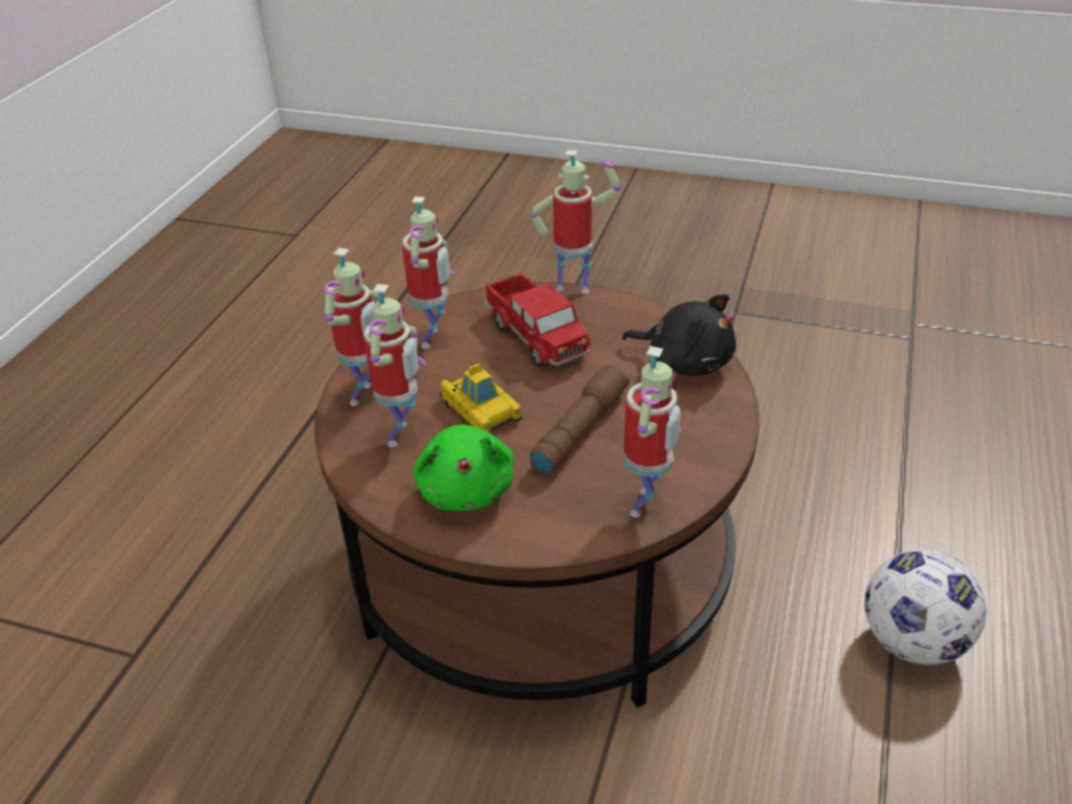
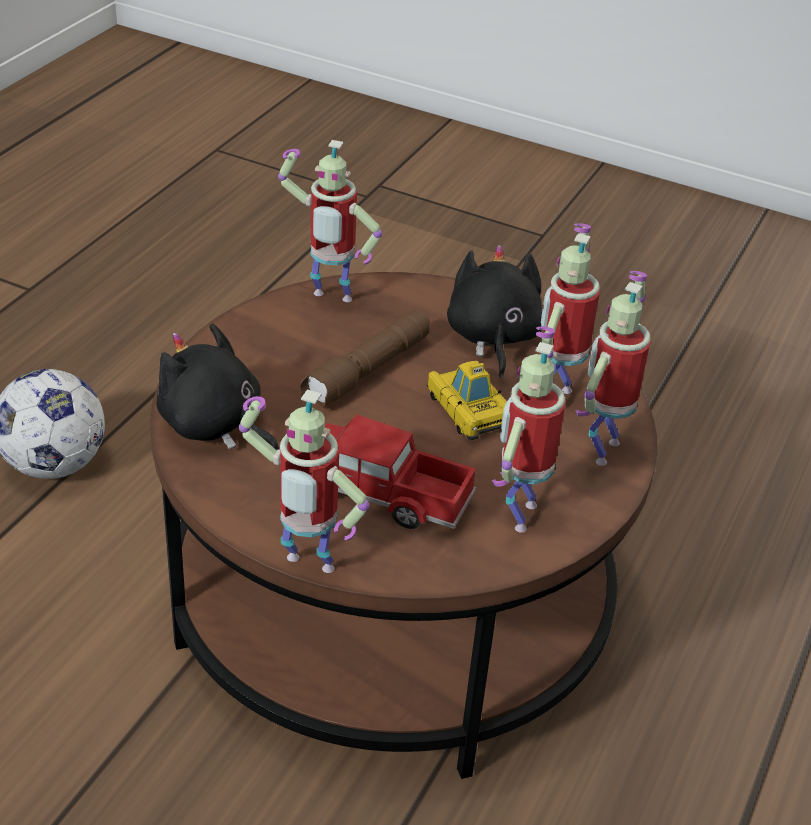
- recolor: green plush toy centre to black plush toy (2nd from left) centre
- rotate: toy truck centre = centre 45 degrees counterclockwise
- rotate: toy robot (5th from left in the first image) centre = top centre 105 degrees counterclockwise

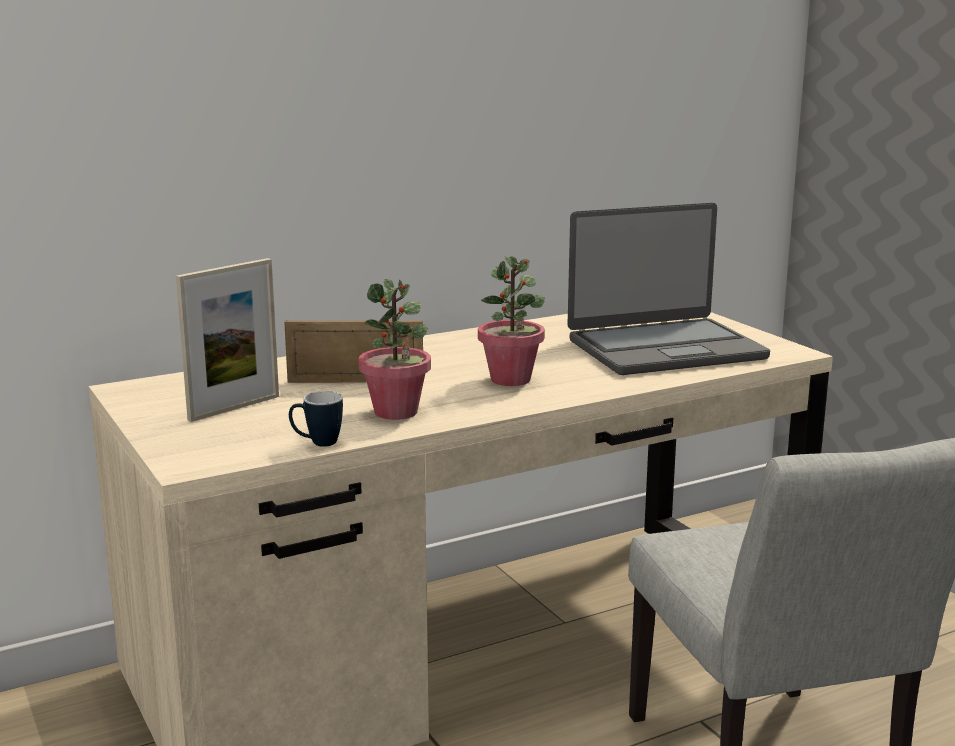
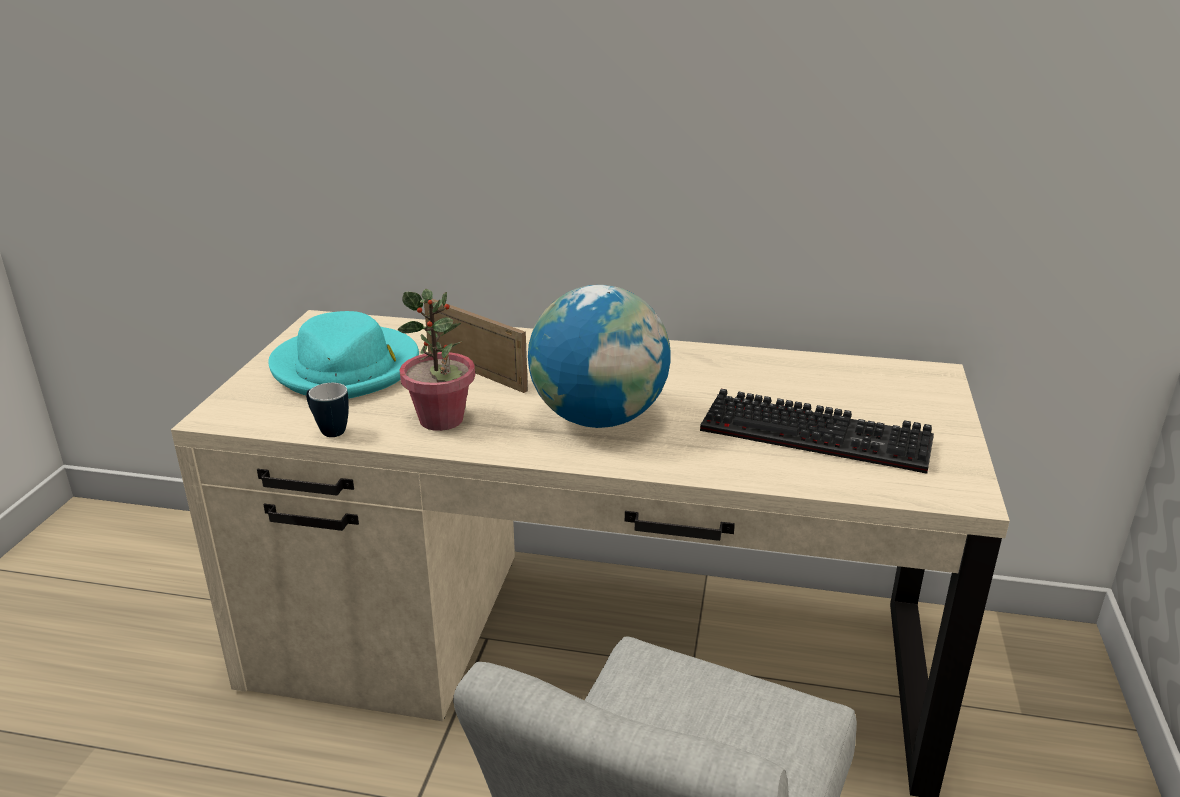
- replace: picture frame (1st from left) middle left to turquoise hat middle left
- replace: potted plant (2nd from left) centre to globe centre
- replace: laptop middle right to keyboard middle right

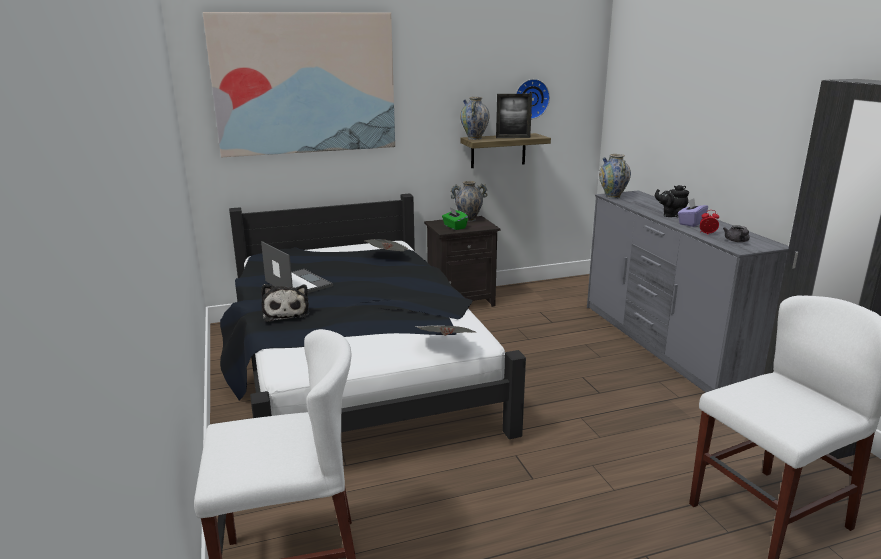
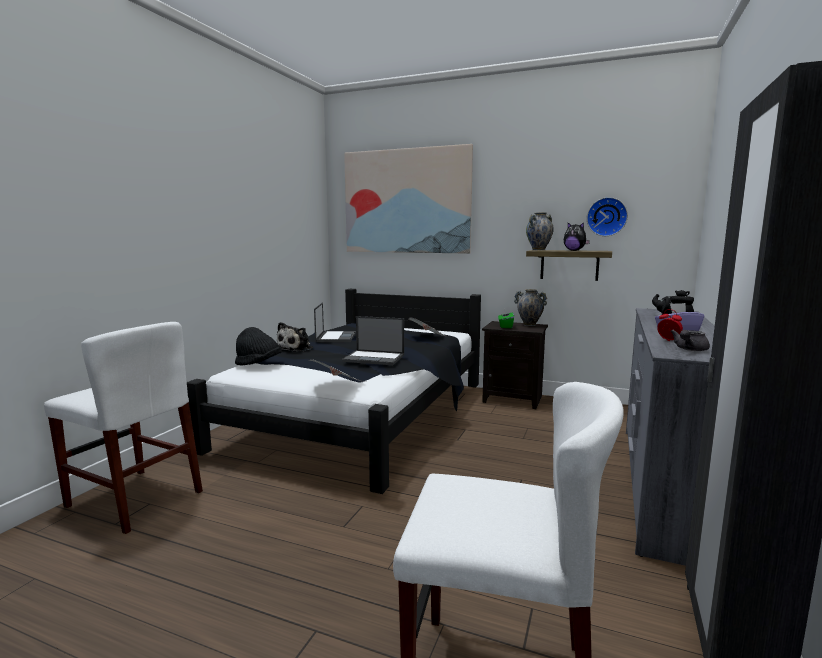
- delete: vase (3rd from left) top right
- insert: black hat middle left
- insert: laptop (2nd from left) centre
- replace: picture frame top centre to plush toy (2nd from left) middle right

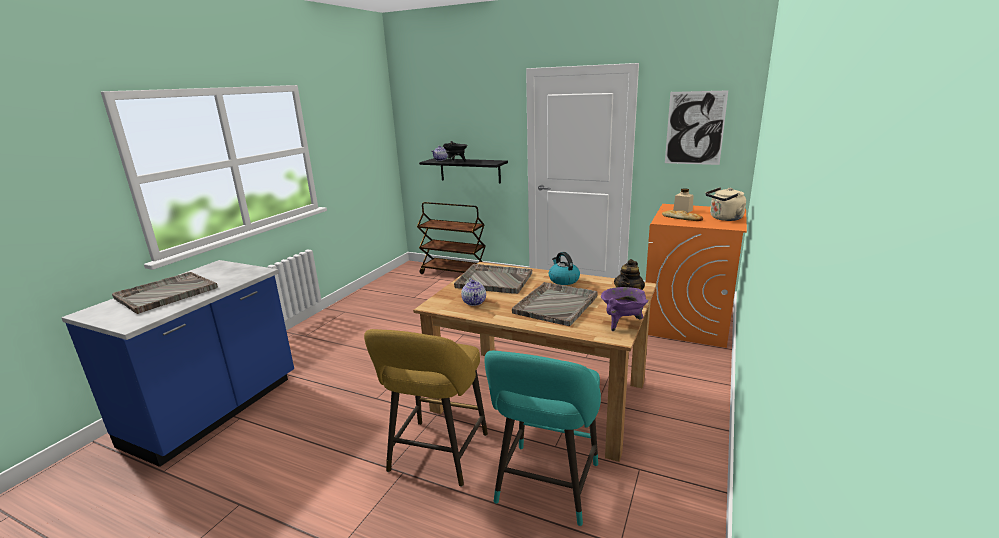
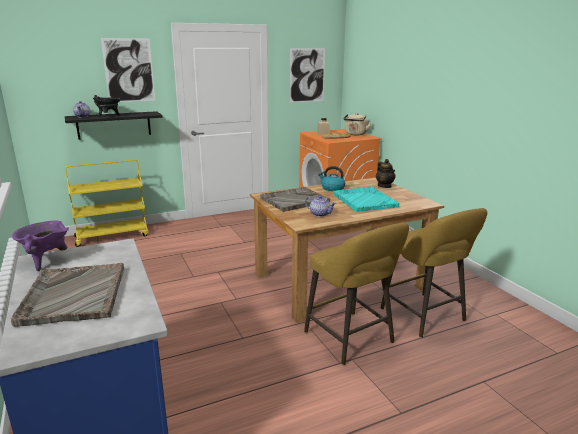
- insert: picture (1st from left) top left
- move: purple cooking pot centre to middle left
- recolor: brown cart centre to yellow cart middle left
- recolor: turquoise stool bottom centre to yellow stool (2nd from left) middle right
- recolor: grey tray (3rd from left) centre to turquoise tray centre

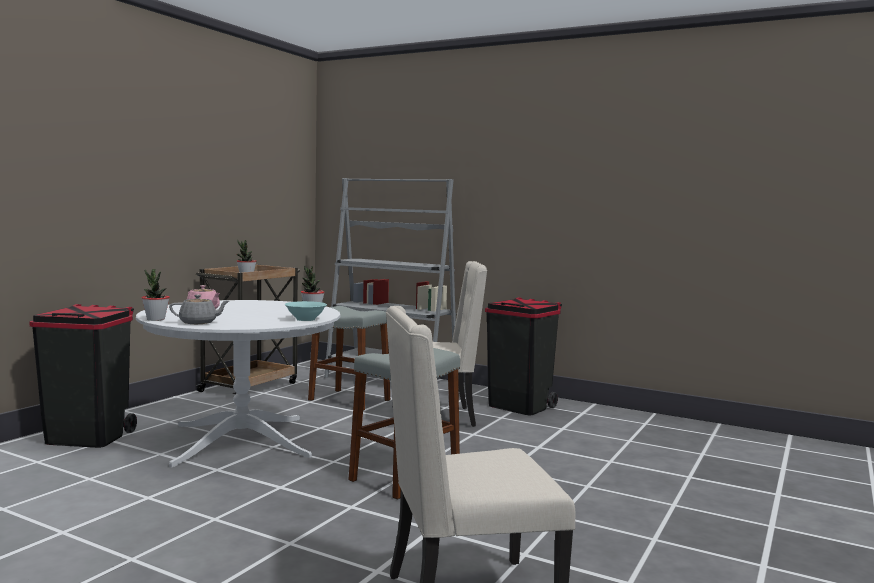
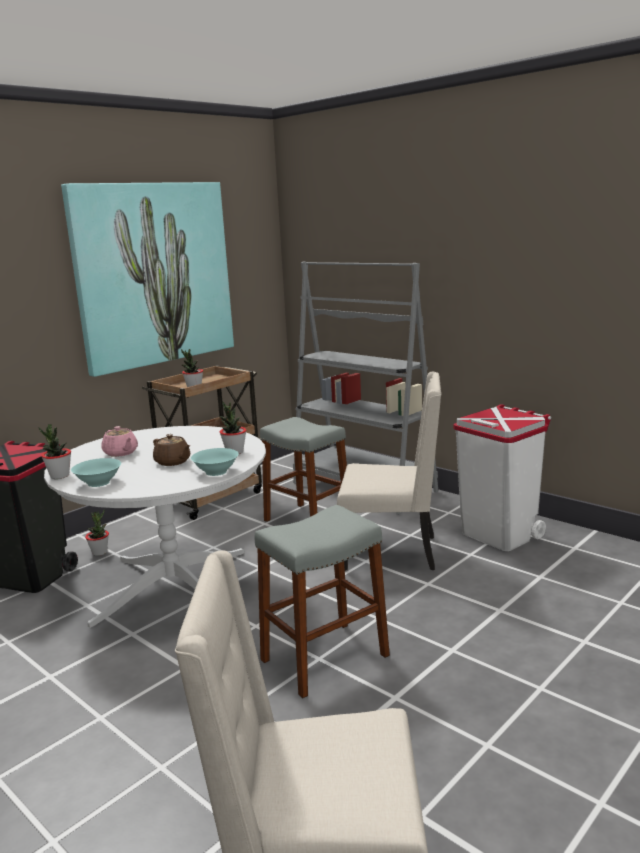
- insert: picture top left
- insert: potted plant (2nd from left) middle left
- insert: brown teapot middle left
- replace: grey teapot middle left to turquoise bowl (1st from left) middle left
- recolor: black trash can (2nd from left) centre to white trash can middle right

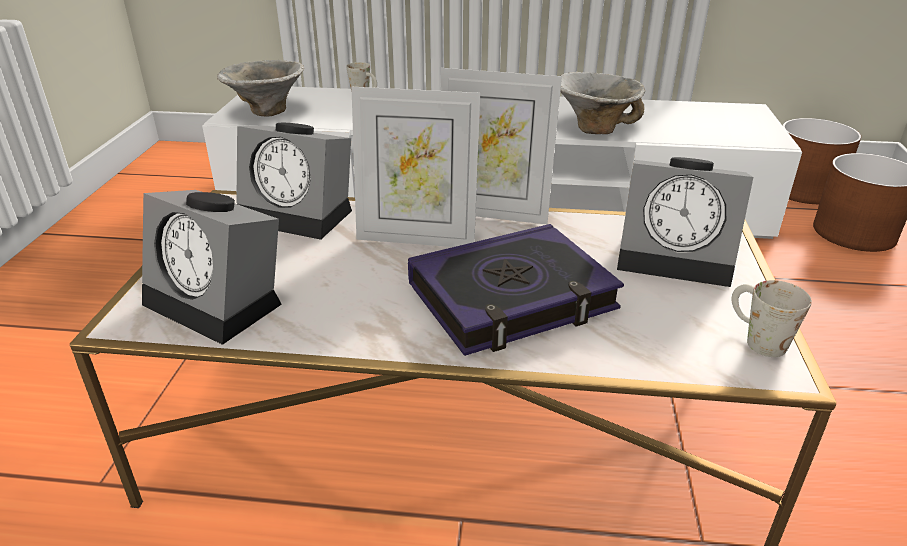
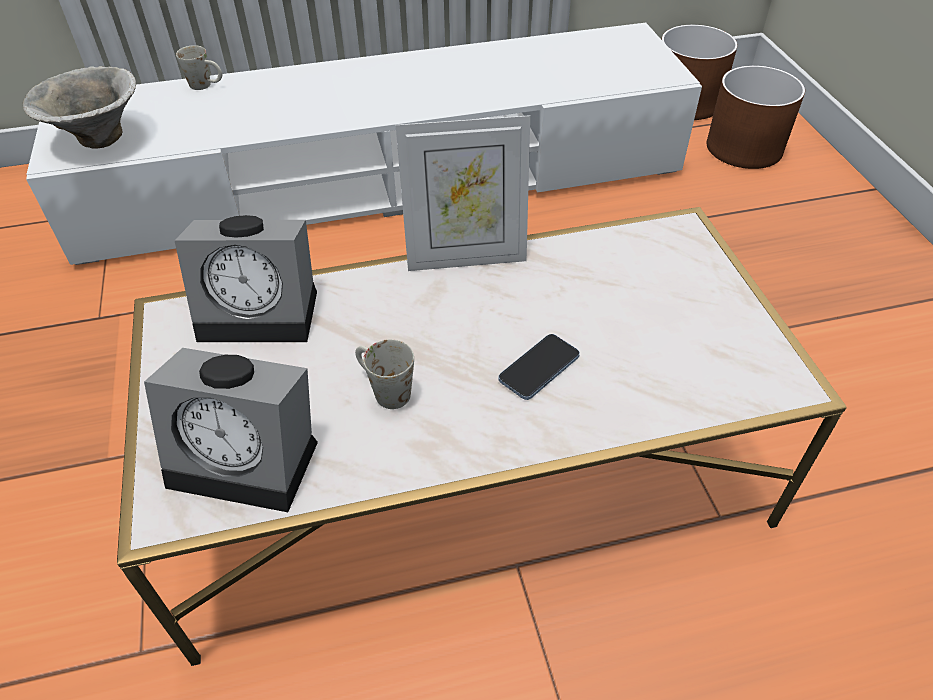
- delete: picture frame (1st from left) top centre
- delete: bowl (2nd from left) top centre
- delete: alarm clock (3rd from left) middle right
- move: white mug (2nd from left) middle right to centre
- replace: book centre to phone centre

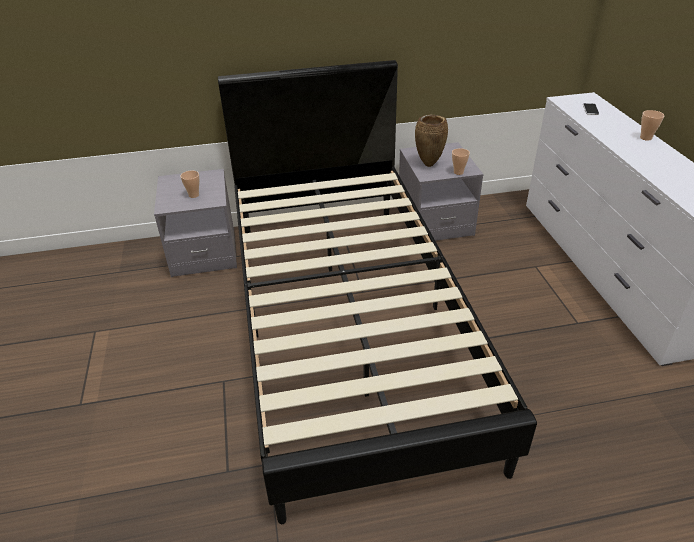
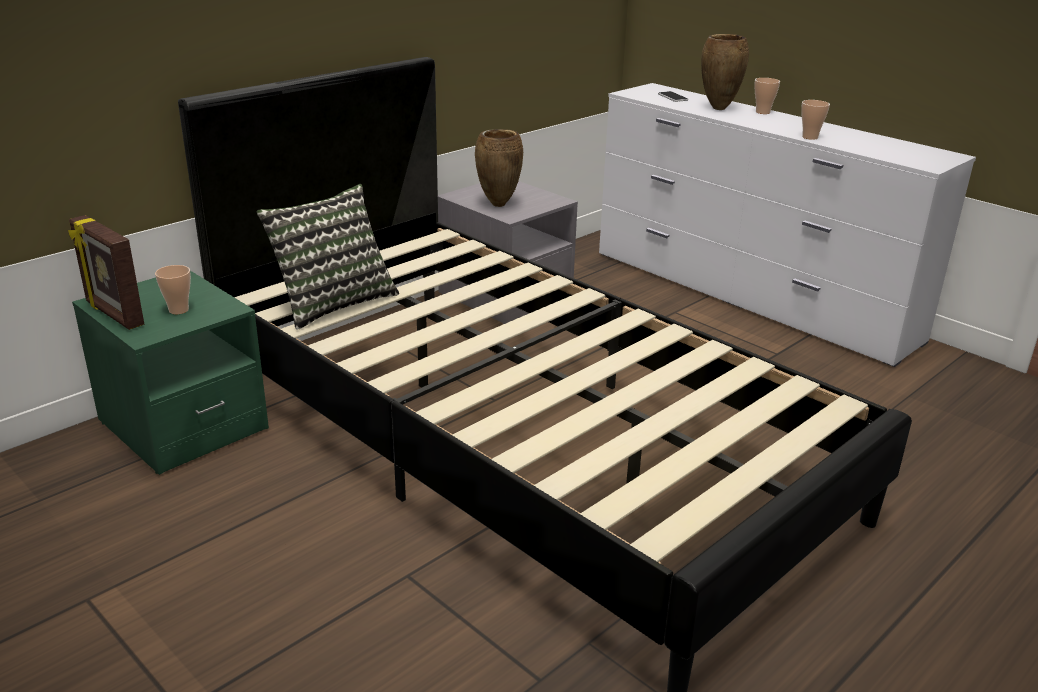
- insert: picture frame middle left
- insert: pillow middle left
- insert: brown vase (2nd from left) top right
- move: cup (2nd from left in the first image) top centre to cup (3rd from left) top right
- recolor: grey nightstand (1st from left) middle left to green nightstand middle left

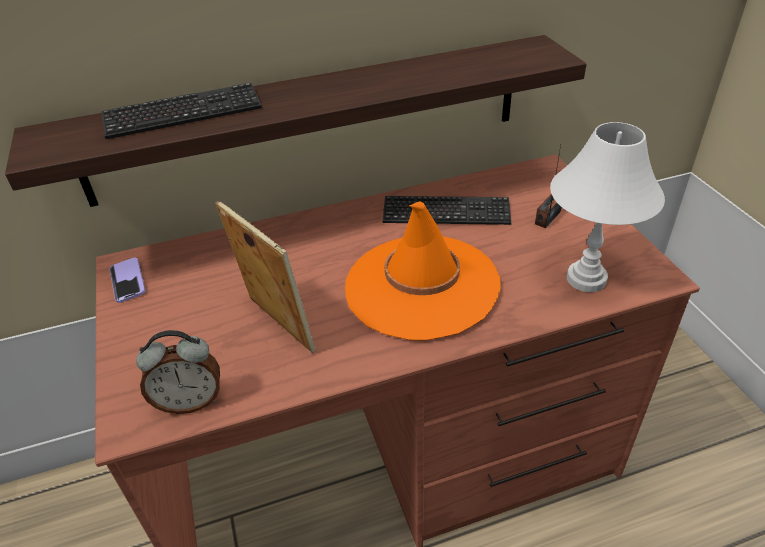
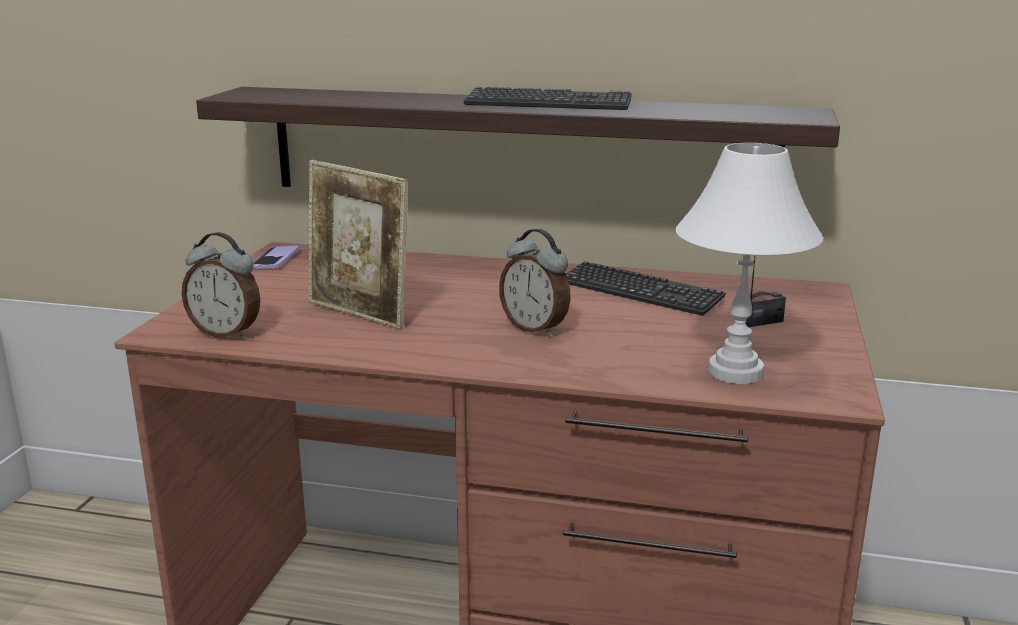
- move: keyboard (1st from left) top left to top centre
- replace: orange hat centre to alarm clock (2nd from left) centre
- rotate: picture frame centre = centre 135 degrees clockwise

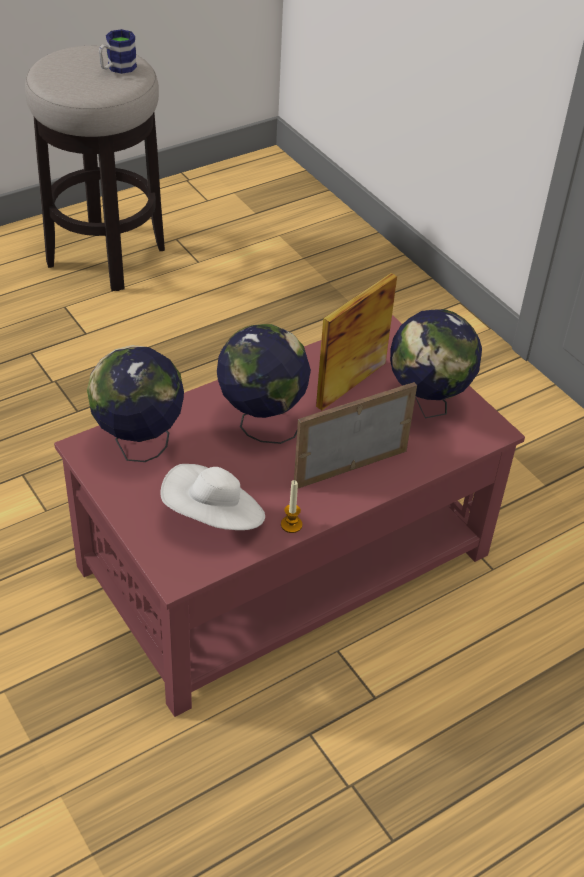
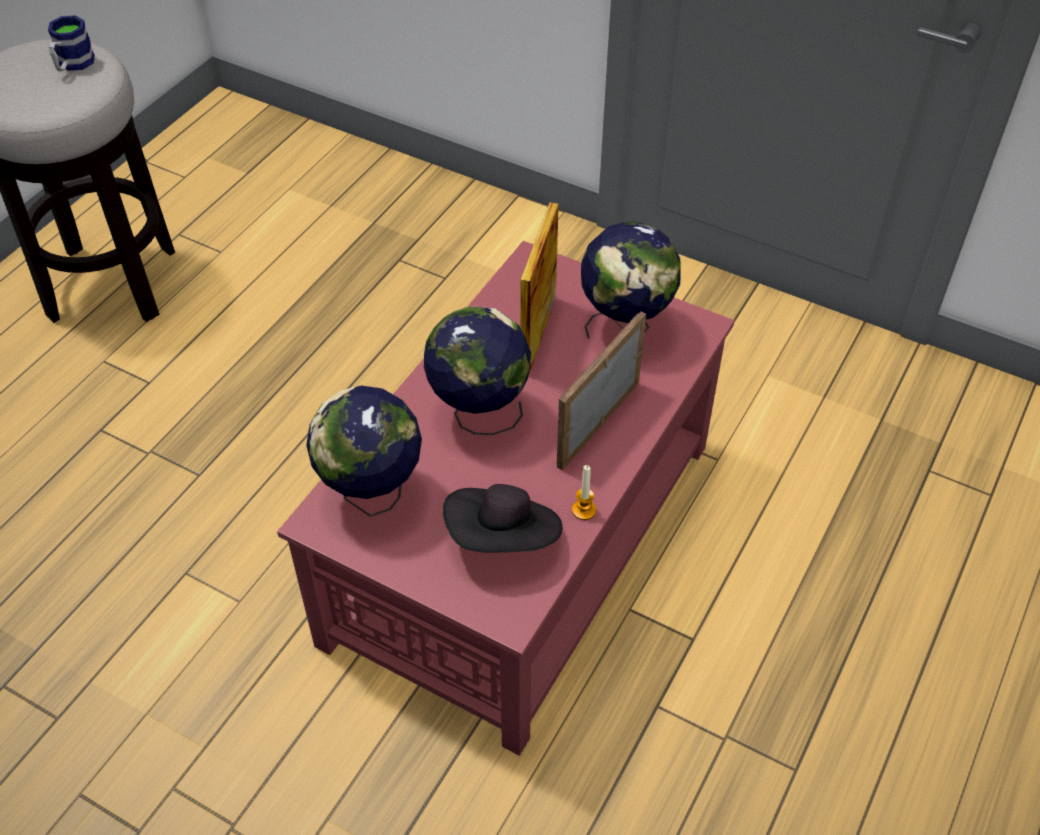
- recolor: white hat centre to black hat centre

